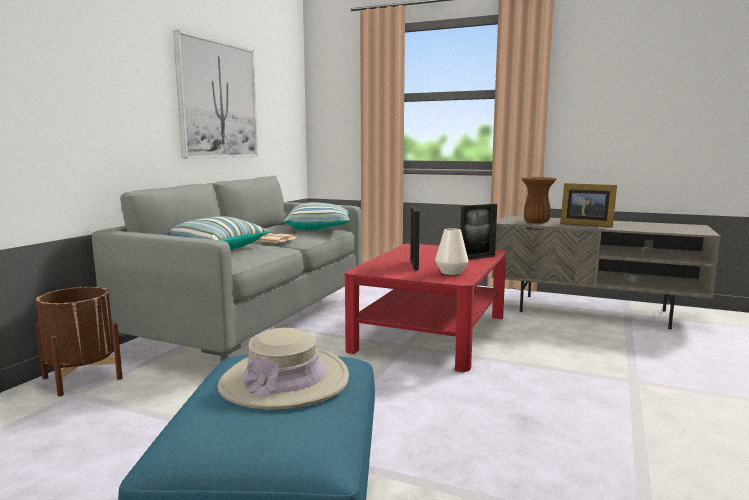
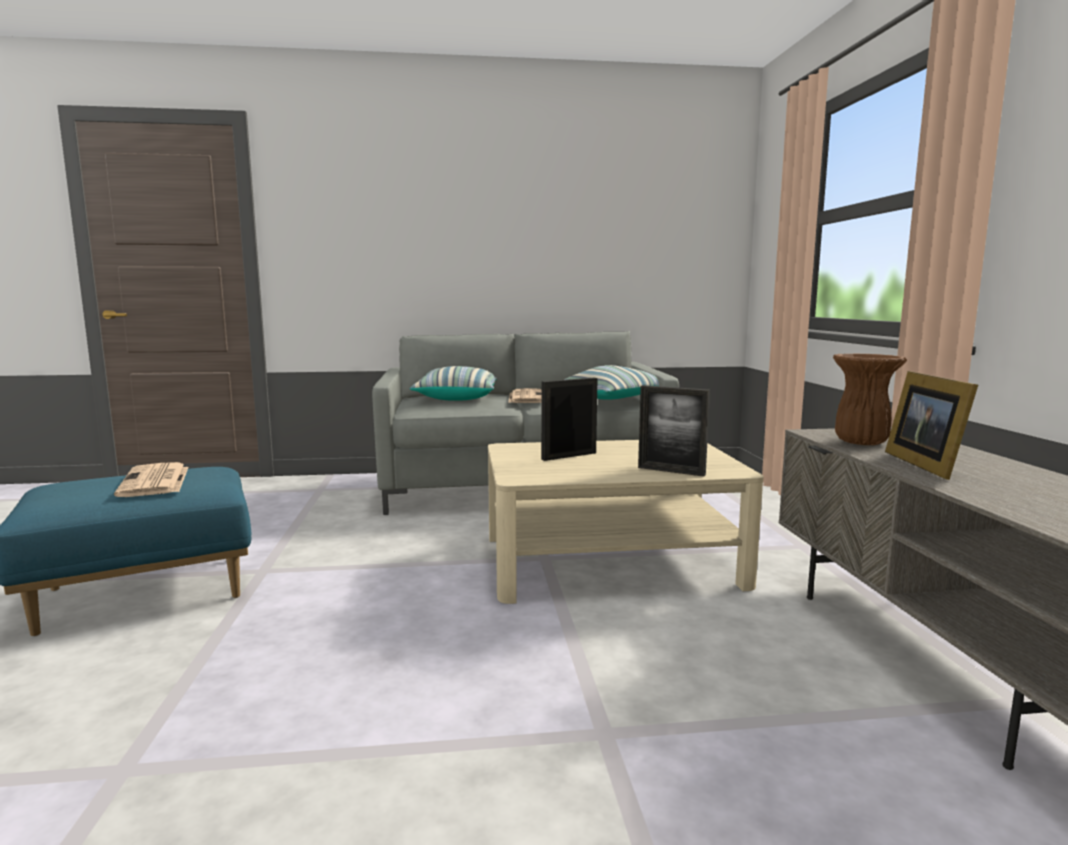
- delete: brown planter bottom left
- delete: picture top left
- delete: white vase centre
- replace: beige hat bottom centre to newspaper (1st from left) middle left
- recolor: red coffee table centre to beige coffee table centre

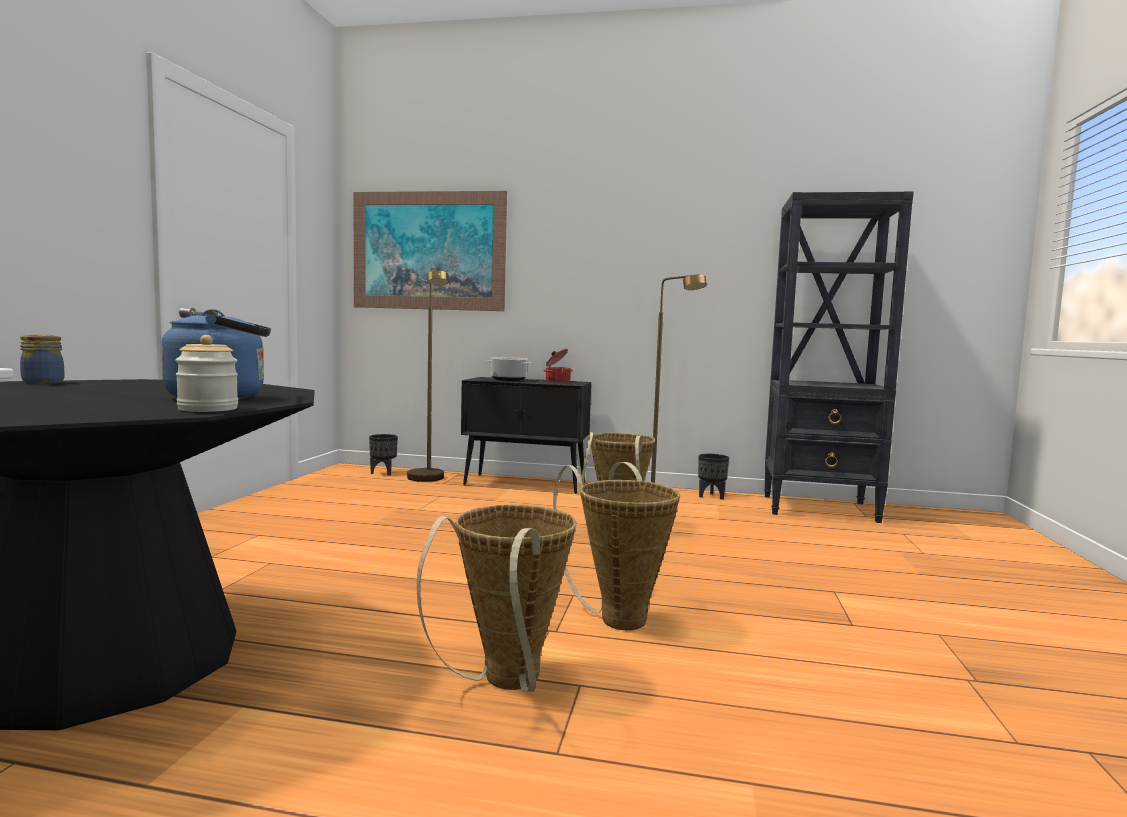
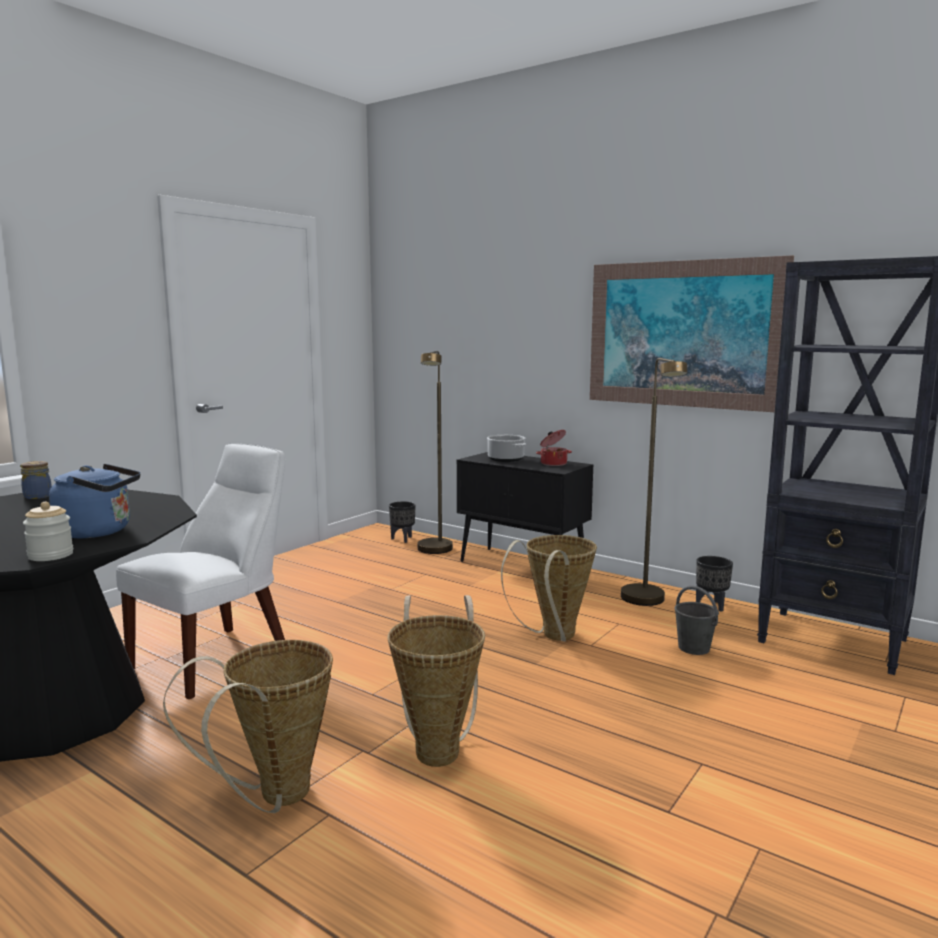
- insert: white chair middle left
- insert: grey bucket middle right
- move: picture top centre to middle right

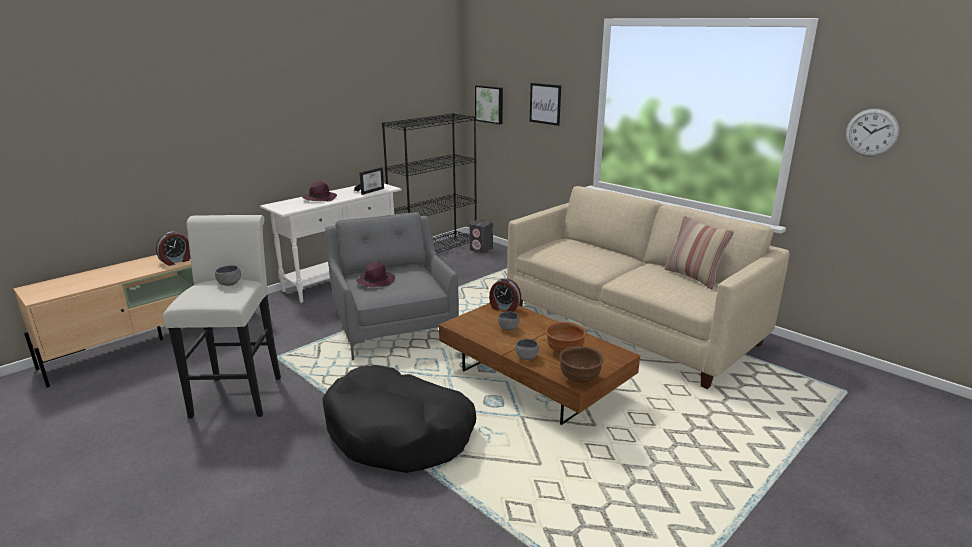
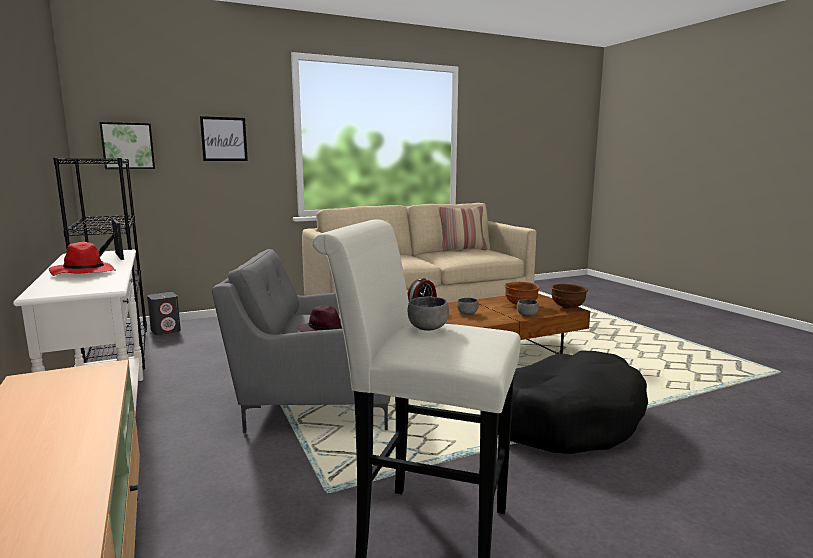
- delete: alarm clock (1st from left) middle left
- delete: wall clock top right
- recolor: purple hat (1st from left) middle left to red hat middle left

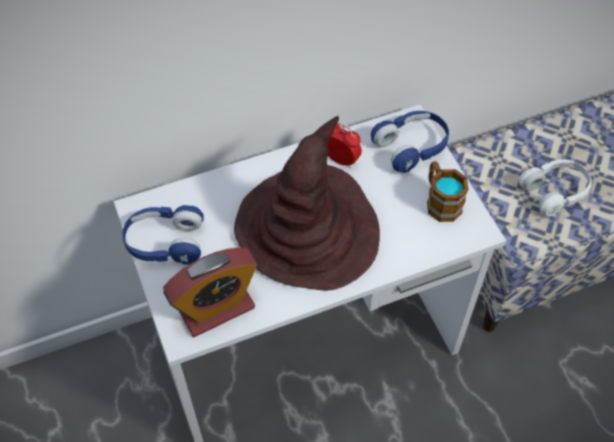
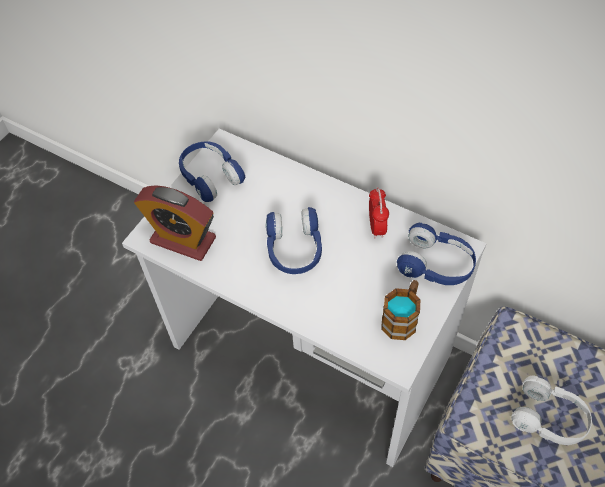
- replace: brown hat centre to blue headphones (2nd from left) centre

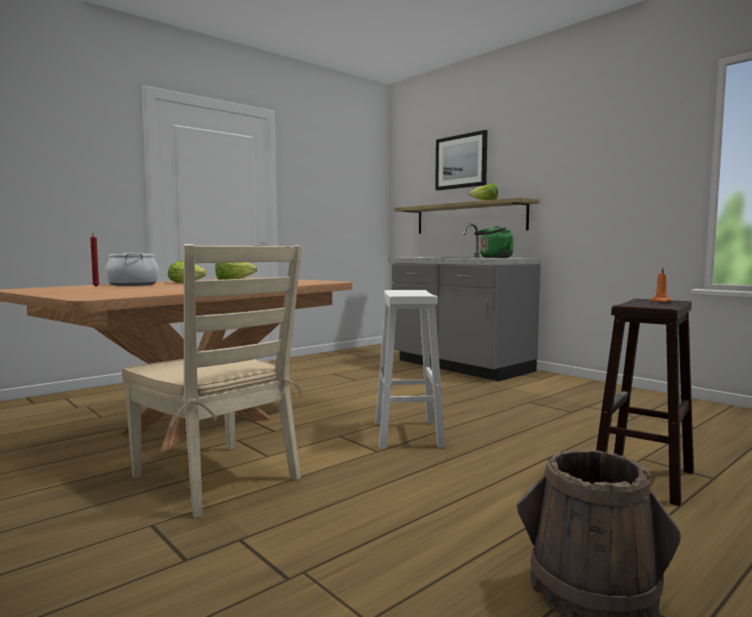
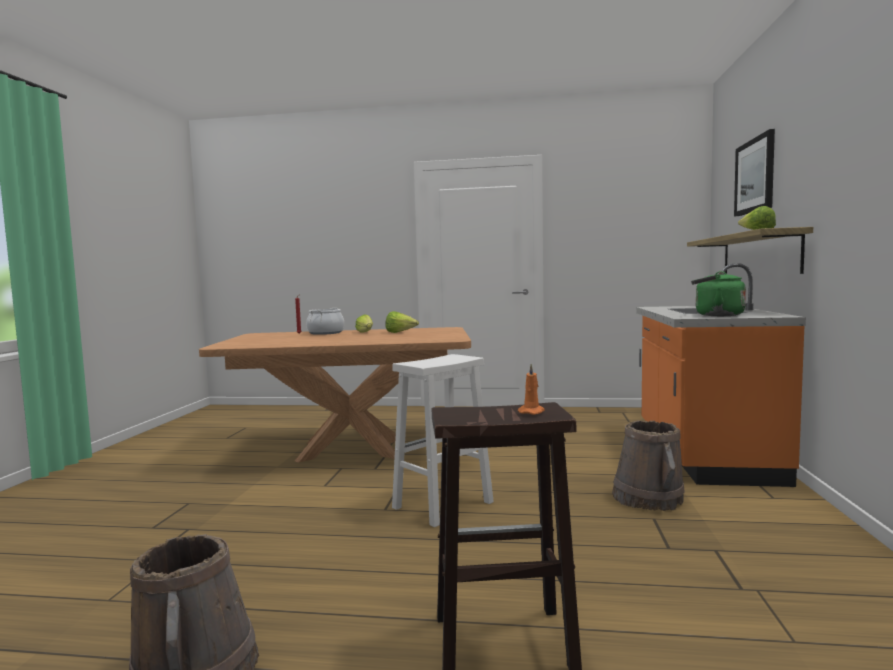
- delete: beige chair middle left
- insert: brown bucket (2nd from left) bottom right
- recolor: grey counter centre to orange counter middle right

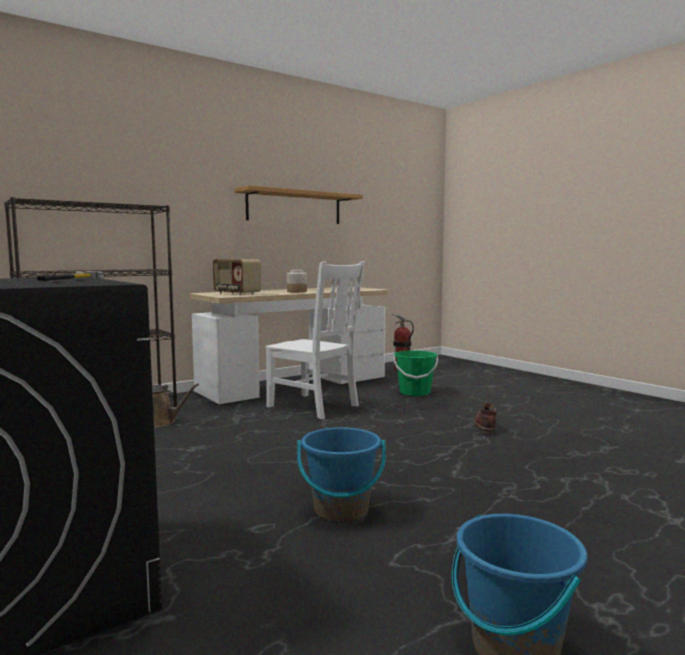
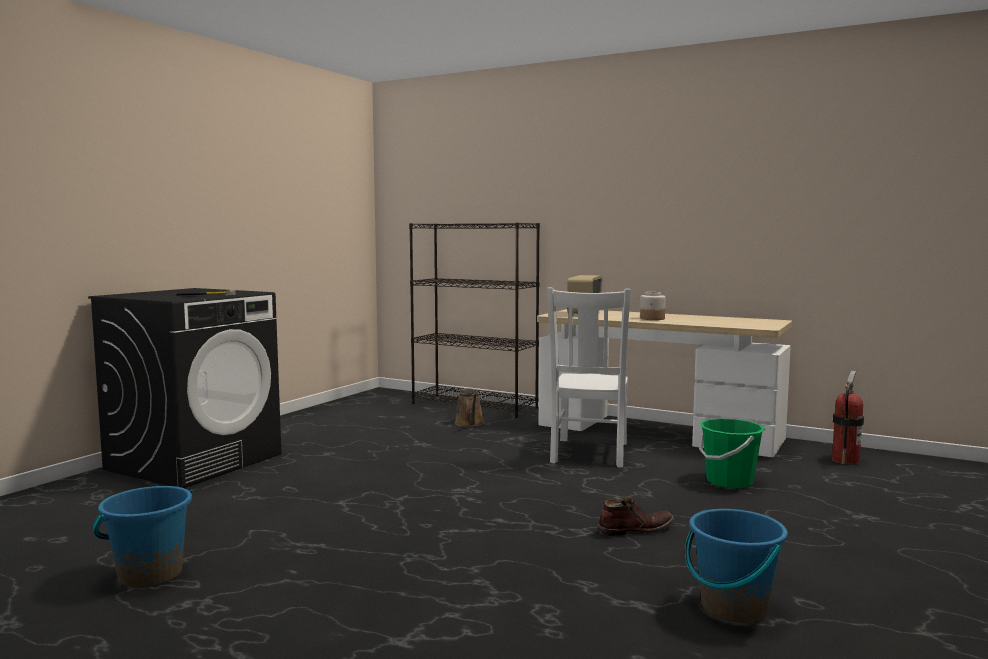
- delete: shelf top centre
- move: blue bucket (1st from left in the first image) bottom centre to blue bucket (2nd from left) bottom right

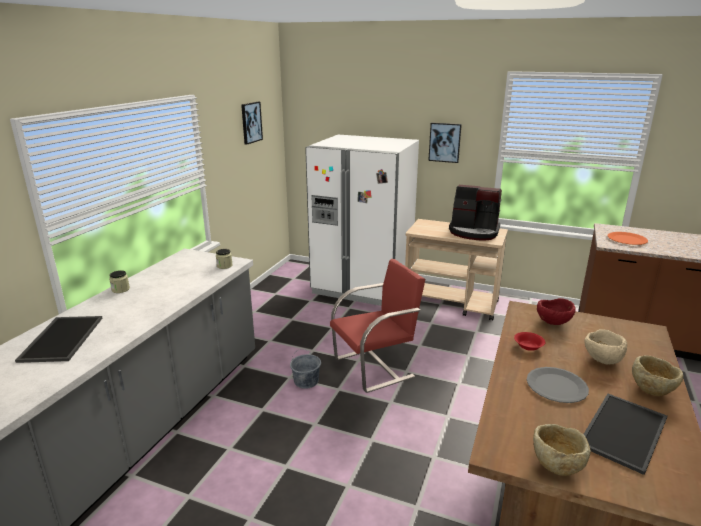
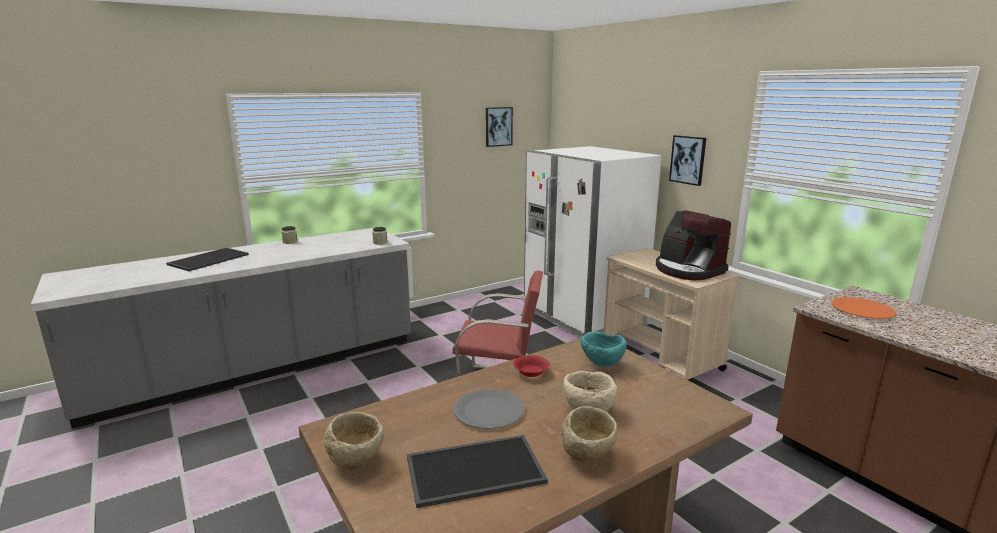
- delete: grey bucket bottom centre
- recolor: red bowl (2nd from left) middle right to turquoise bowl centre

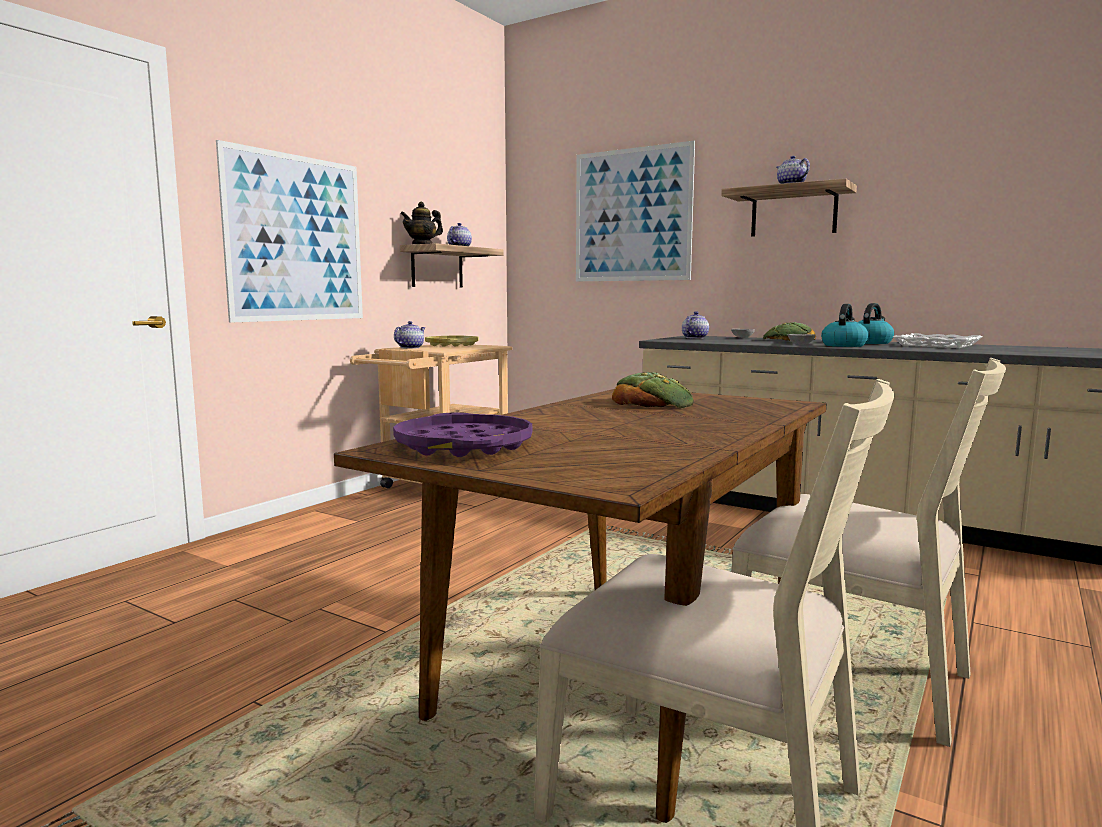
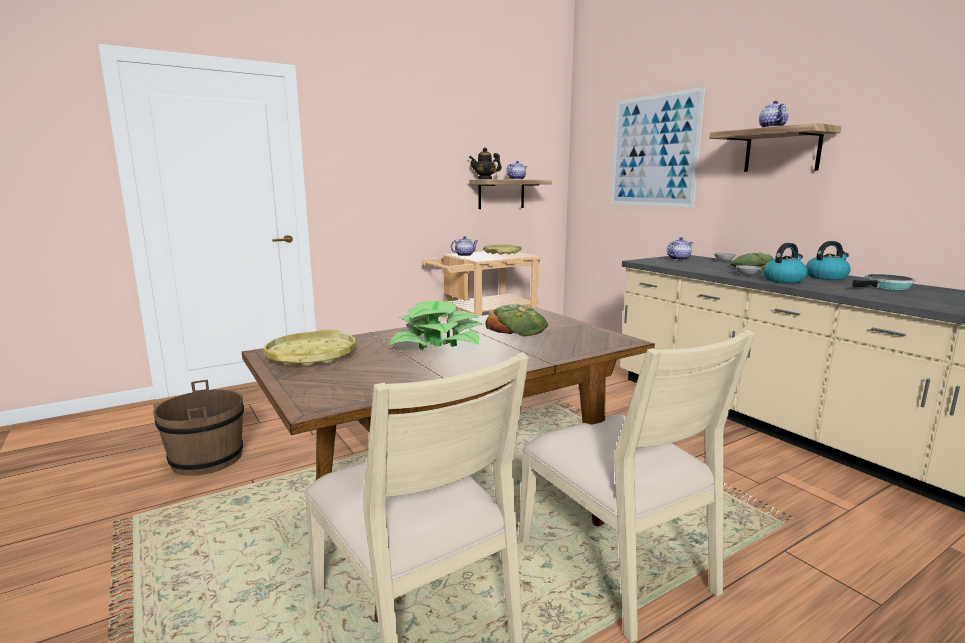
- delete: picture (1st from left) top left
- insert: brown bucket middle left
- insert: potted plant centre
- replace: white tray middle right to frying pan middle right
- recolor: purple tray centre to yellow tray (1st from left) middle left

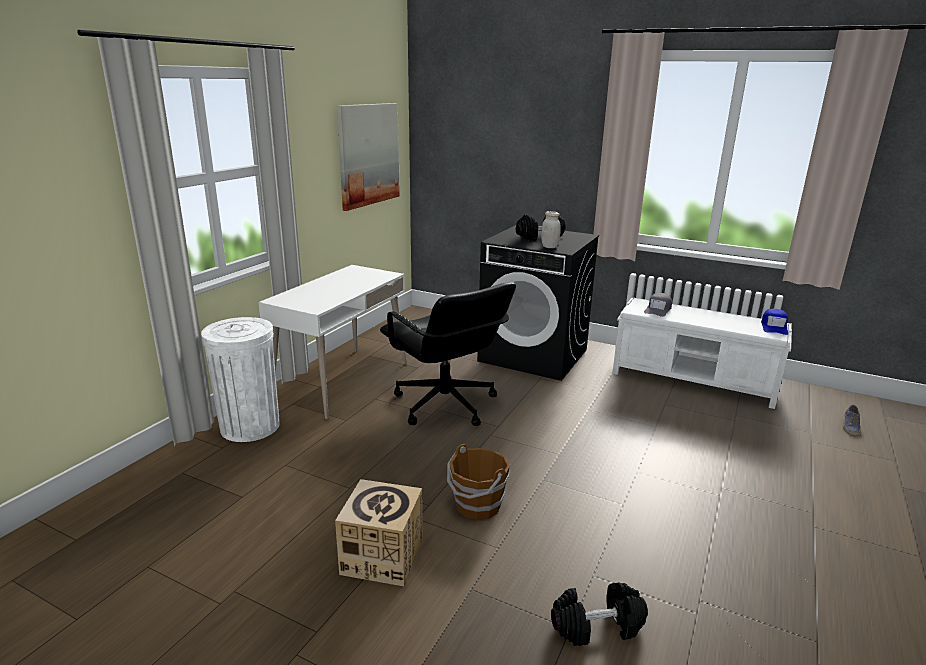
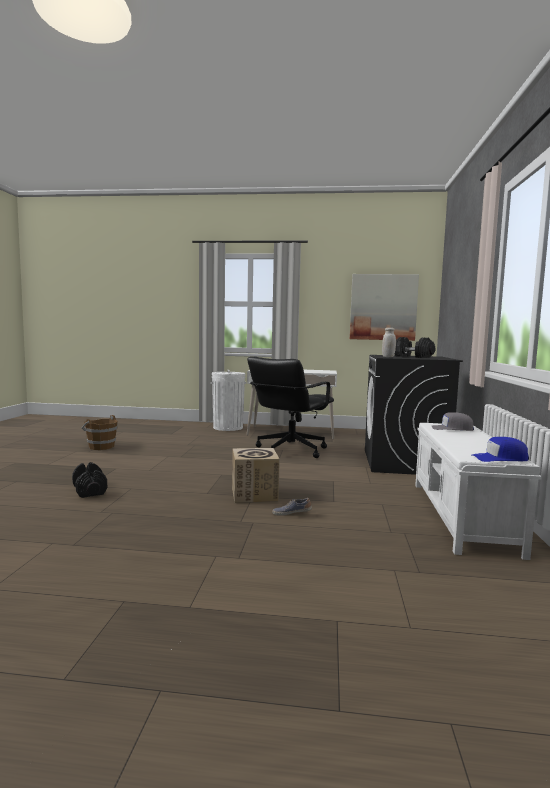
- move: cardboard box bottom centre to centre
- move: brown bucket bottom centre to middle left
- move: shoe middle right to centre

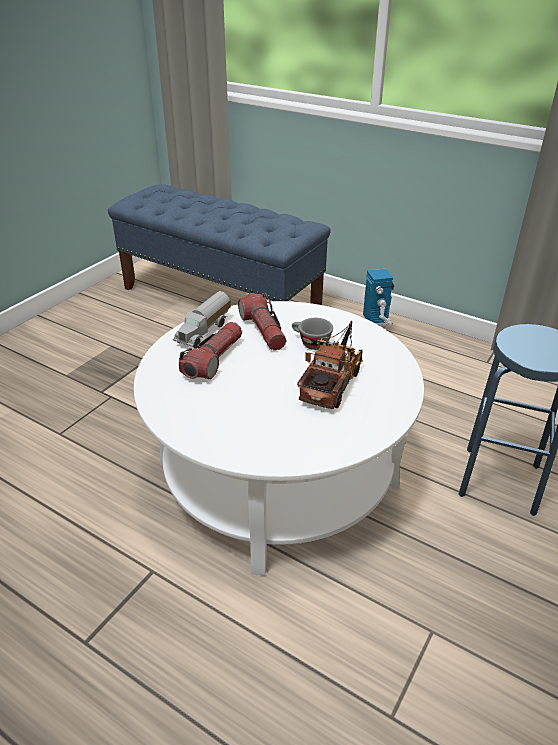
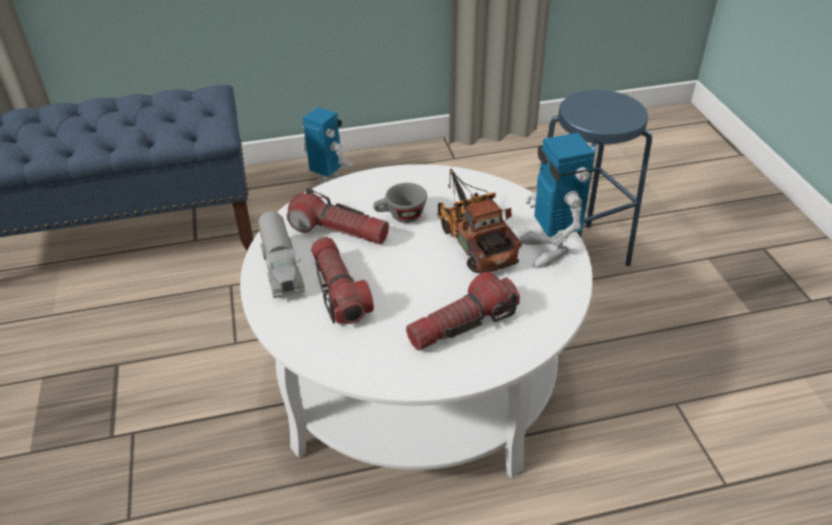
- insert: flashlight (3rd from left) centre
- insert: toy robot (2nd from left) middle right

